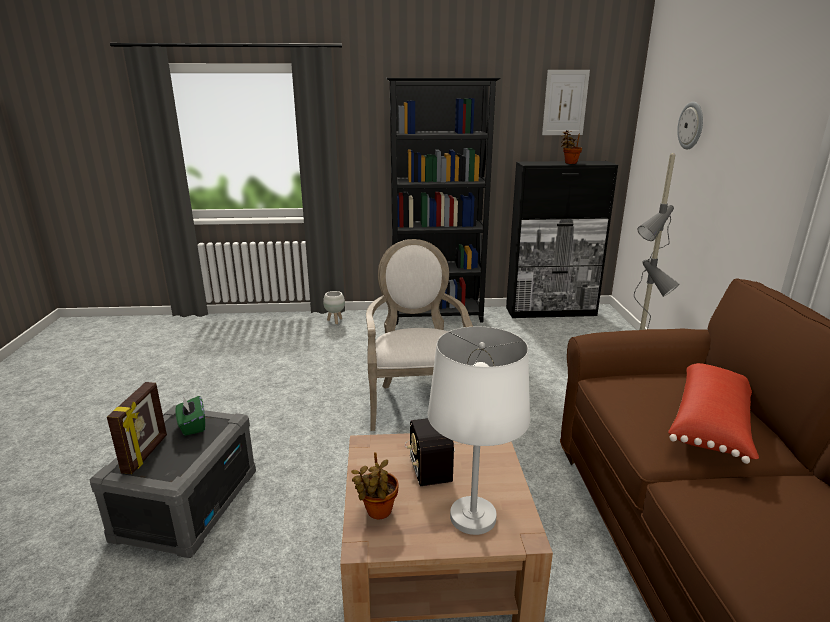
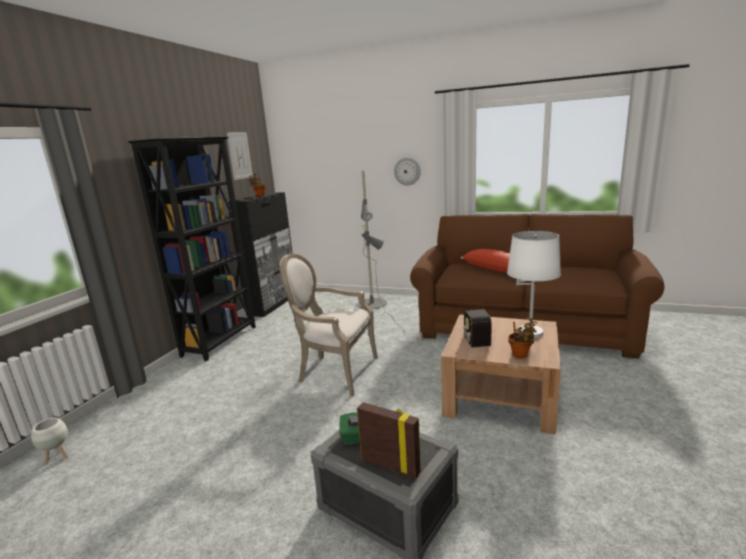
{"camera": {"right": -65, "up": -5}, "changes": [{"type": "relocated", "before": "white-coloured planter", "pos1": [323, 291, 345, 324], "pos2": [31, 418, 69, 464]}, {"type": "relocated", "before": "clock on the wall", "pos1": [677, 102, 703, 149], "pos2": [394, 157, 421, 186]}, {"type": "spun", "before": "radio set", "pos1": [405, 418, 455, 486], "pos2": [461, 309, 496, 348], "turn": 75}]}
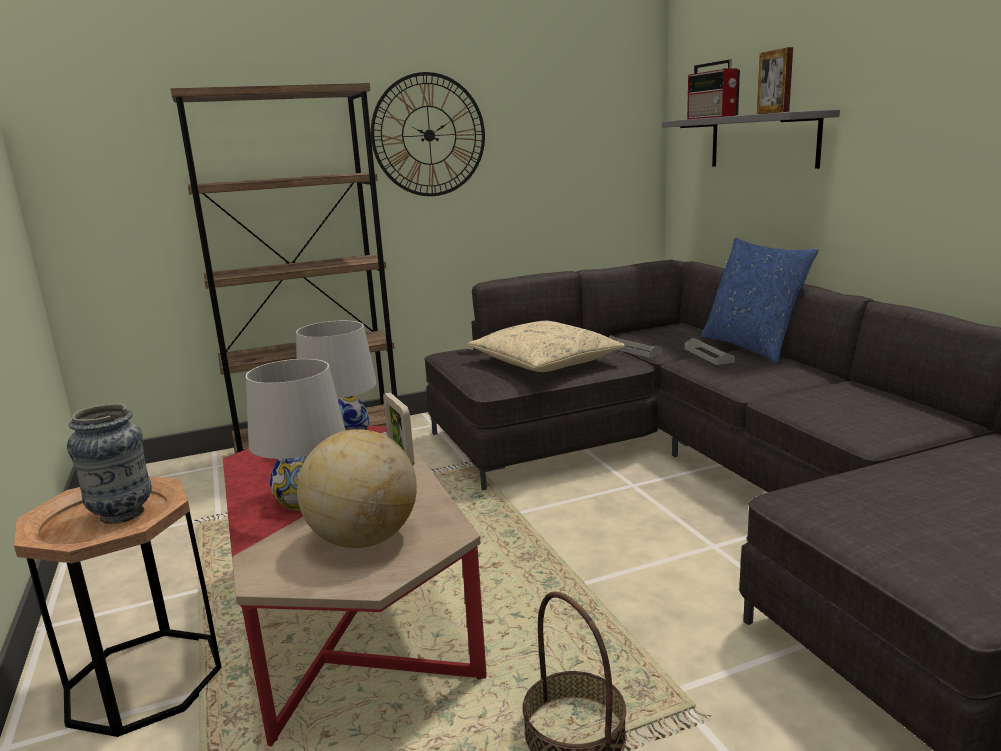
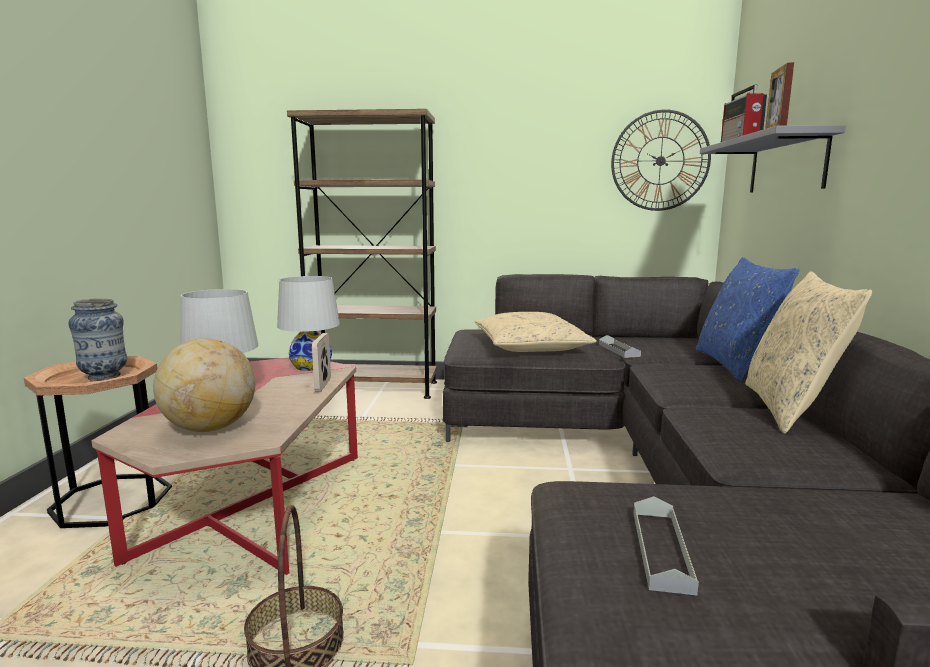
{"camera": {"right": 25, "up": -5}, "changes": [{"type": "relocated", "before": "clock on the wall", "pos1": [371, 72, 485, 196], "pos2": [611, 109, 711, 211]}, {"type": "relocated", "before": "grey carrying tray", "pos1": [685, 338, 735, 365], "pos2": [633, 496, 699, 595]}, {"type": "appeared", "after": "sand-coloured pillow", "pos2": [745, 271, 872, 434]}]}
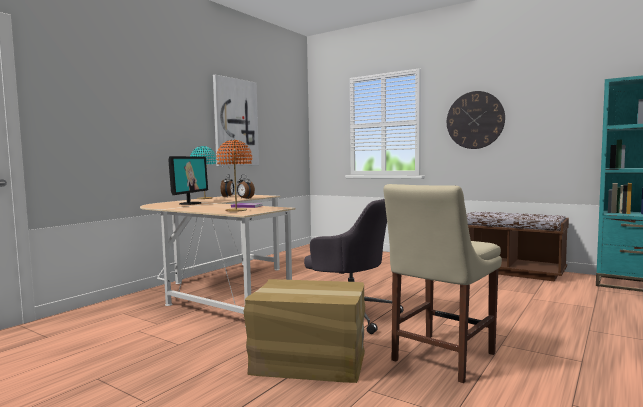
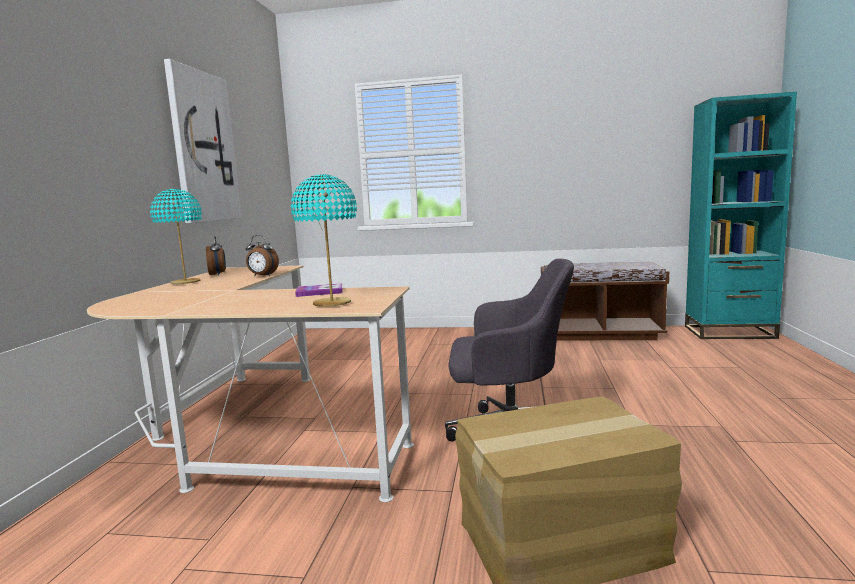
{"camera": {"right": -25, "up": 5}, "changes": [{"type": "colour", "before": "orange table lamp", "after": "turquoise table lamp", "pos1": [216, 140, 252, 212], "pos2": [291, 174, 357, 307]}, {"type": "missing", "before": "computer screen", "pos1": [168, 156, 208, 205]}, {"type": "missing", "before": "sand-coloured chair", "pos1": [384, 184, 502, 383]}, {"type": "missing", "before": "clock on the wall", "pos1": [447, 91, 505, 149]}]}
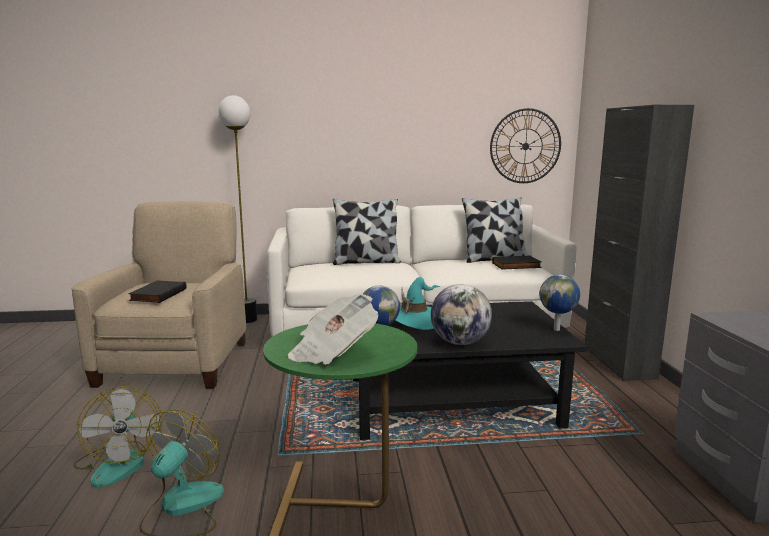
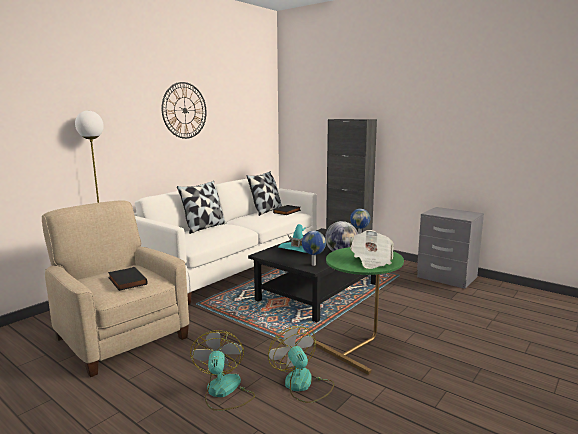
{"camera": {"right": -45, "up": 0}, "changes": [{"type": "relocated", "before": "clock on the wall", "pos1": [490, 108, 561, 183], "pos2": [162, 82, 207, 139]}, {"type": "spun", "before": "fan", "pos1": [73, 386, 163, 488], "pos2": [190, 330, 255, 411], "turn": -120}]}
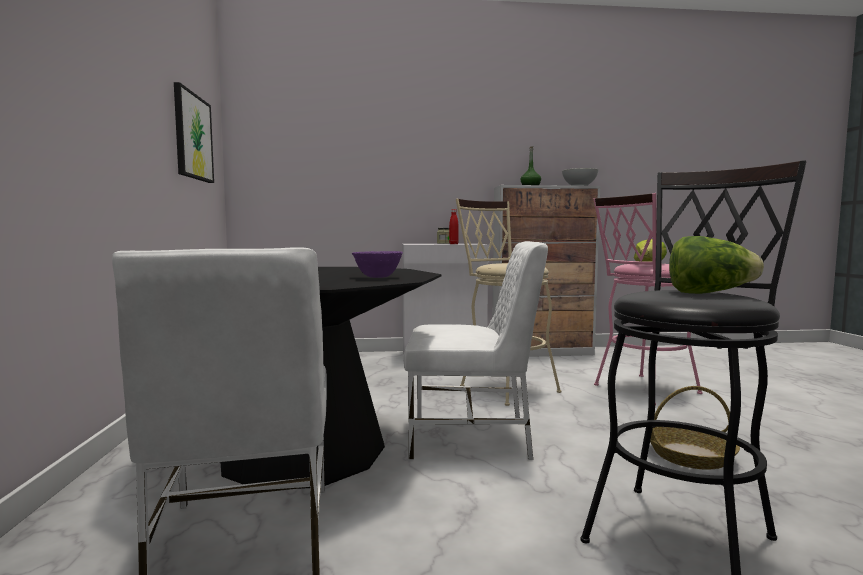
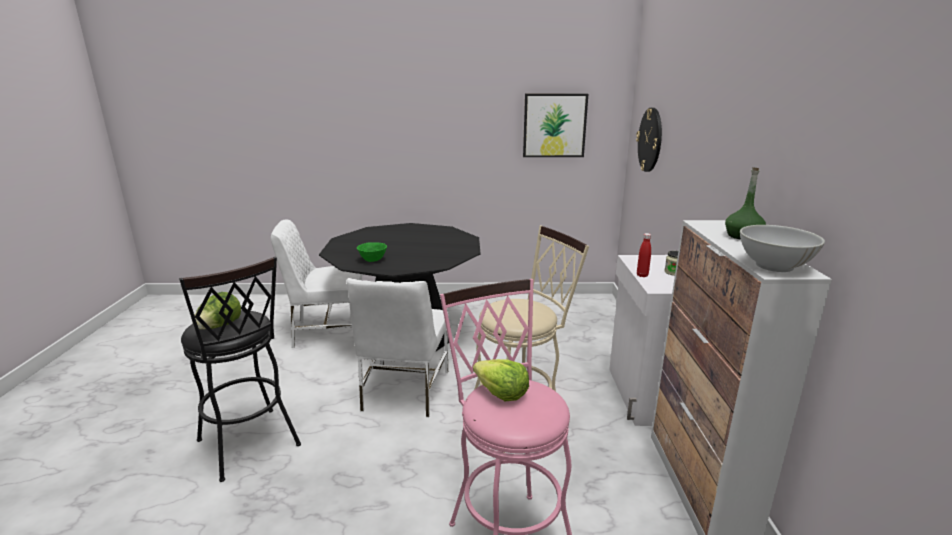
{"camera": {"right": 95, "up": 15}, "changes": [{"type": "colour", "before": "purple-coloured deep dish", "after": "green deep dish", "pos1": [352, 251, 403, 278], "pos2": [357, 242, 387, 262]}, {"type": "appeared", "after": "clock on the wall", "pos2": [636, 108, 662, 172]}, {"type": "missing", "before": "storage basket", "pos1": [650, 386, 740, 469]}]}
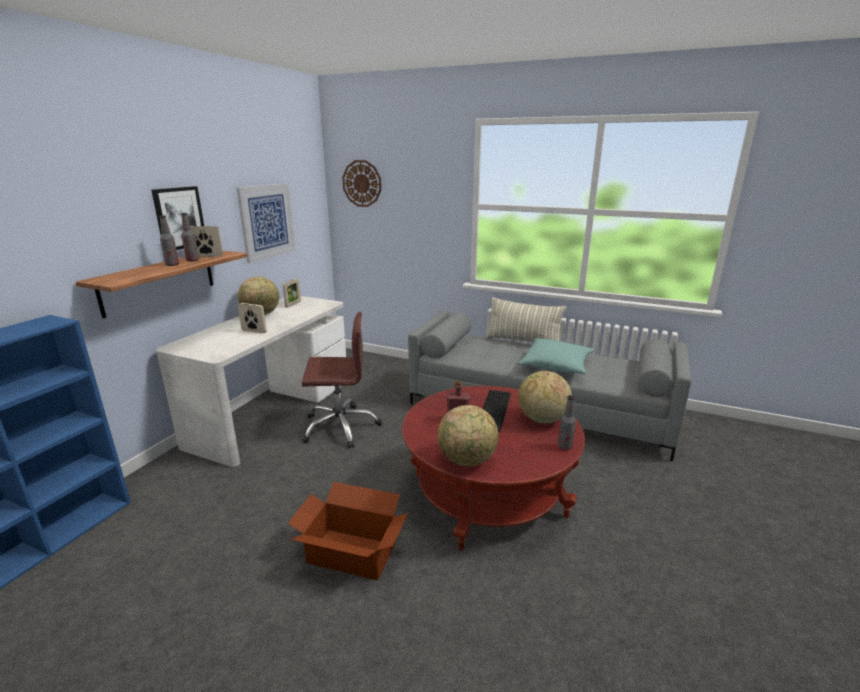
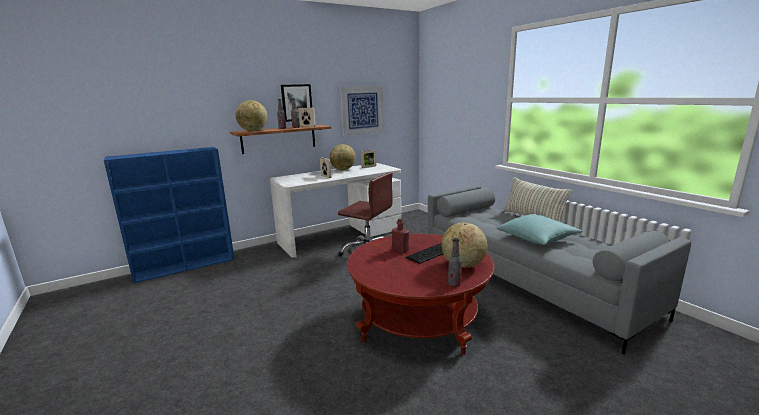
{"camera": {"right": 35, "up": -5}, "changes": [{"type": "relocated", "before": "globe", "pos1": [438, 405, 498, 466], "pos2": [236, 100, 267, 131]}, {"type": "missing", "before": "packing box", "pos1": [288, 482, 408, 580]}, {"type": "missing", "before": "clock on the wall", "pos1": [342, 160, 381, 207]}]}
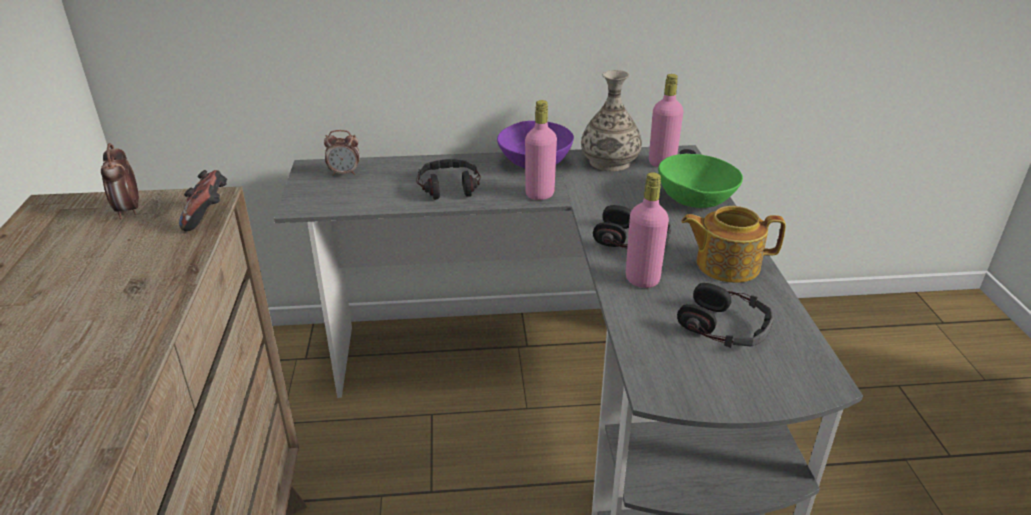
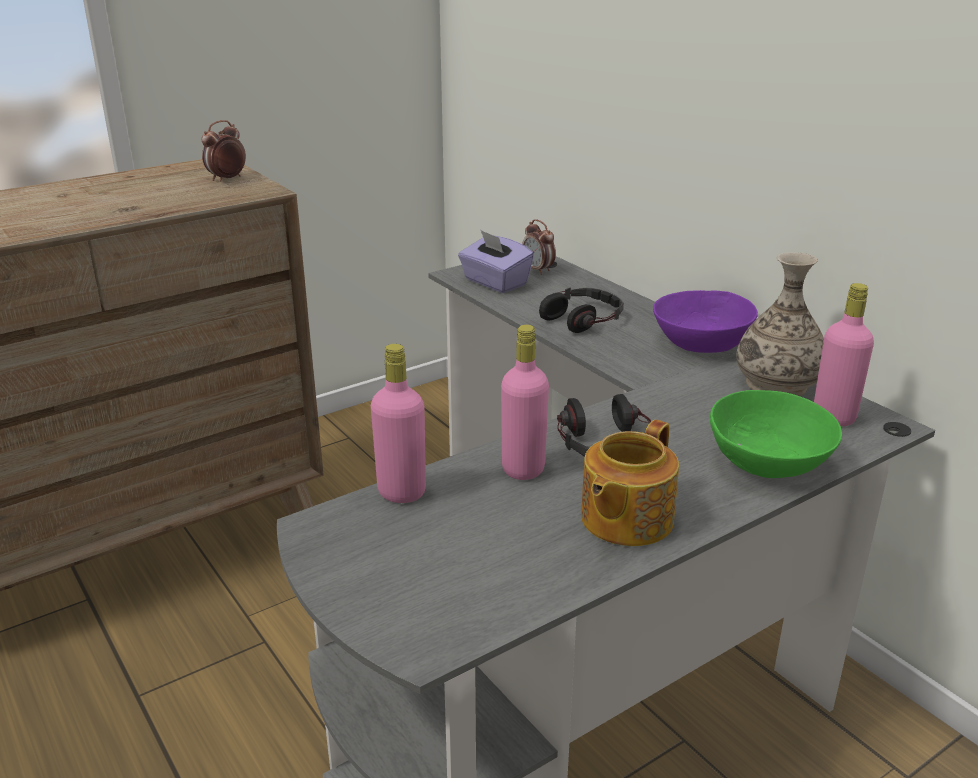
{"camera": {"right": 60, "up": -5}, "changes": [{"type": "relocated", "before": "pink-coloured beverage bottle", "pos1": [525, 100, 557, 200], "pos2": [371, 344, 426, 503]}, {"type": "appeared", "after": "purple-coloured tissue box", "pos2": [458, 230, 534, 293]}, {"type": "spun", "before": "tea pot", "pos1": [682, 206, 786, 283], "pos2": [581, 420, 679, 546], "turn": -120}, {"type": "missing", "before": "joypad", "pos1": [179, 170, 227, 231]}, {"type": "missing", "before": "pair of headphones", "pos1": [677, 283, 774, 348]}]}
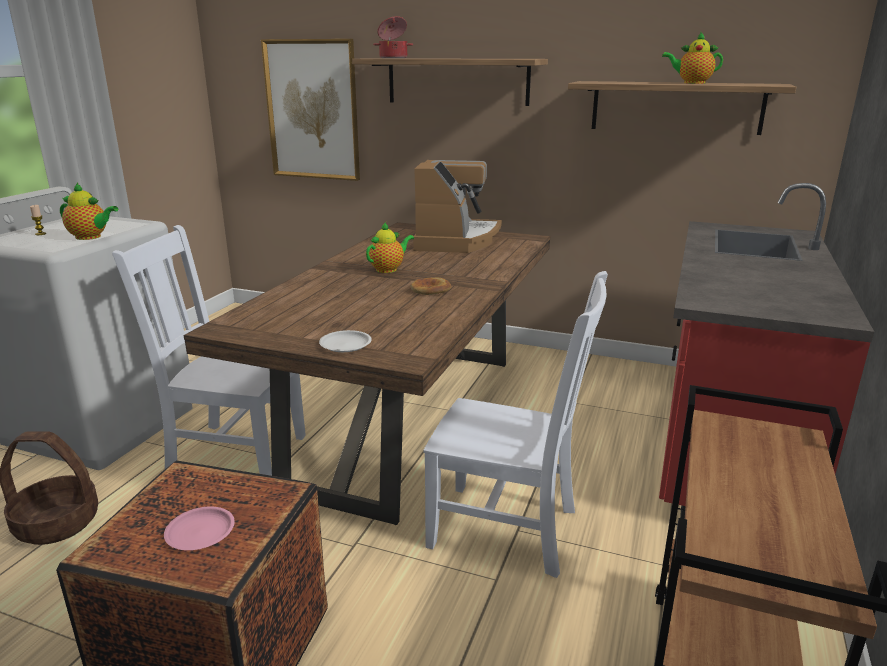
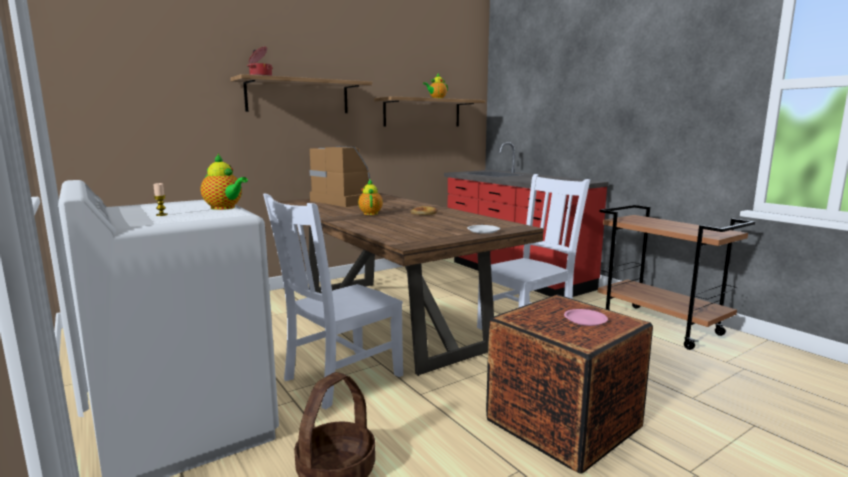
{"camera": {"right": -55, "up": -10}, "changes": [{"type": "spun", "before": "tea pot", "pos1": [60, 183, 118, 240], "pos2": [201, 154, 248, 210], "turn": 75}, {"type": "missing", "before": "wall art", "pos1": [261, 39, 360, 181]}]}
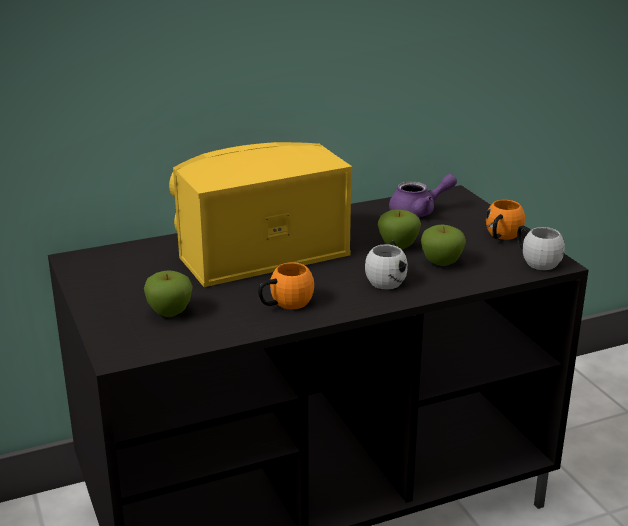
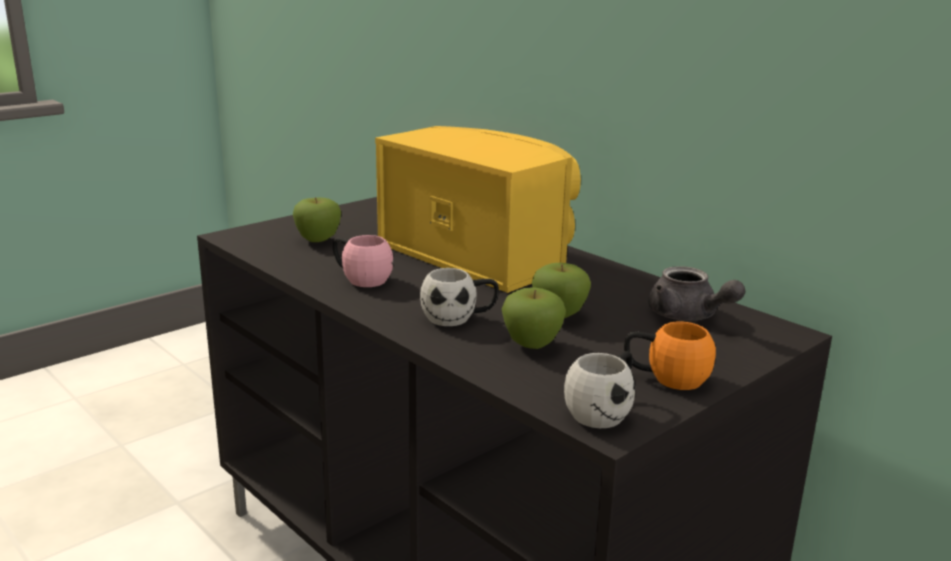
{"camera": {"right": 70, "up": -5}, "changes": [{"type": "colour", "before": "orange mug", "after": "pink-coloured mug", "pos1": [258, 262, 314, 309], "pos2": [333, 235, 393, 287]}, {"type": "colour", "before": "purple-coloured tea pot", "after": "grey tea pot", "pos1": [389, 174, 457, 217], "pos2": [648, 266, 745, 321]}]}
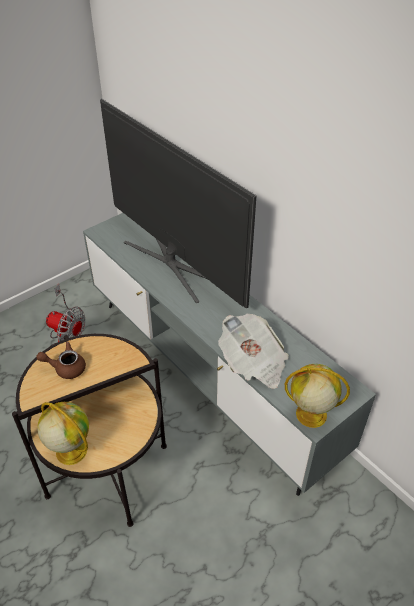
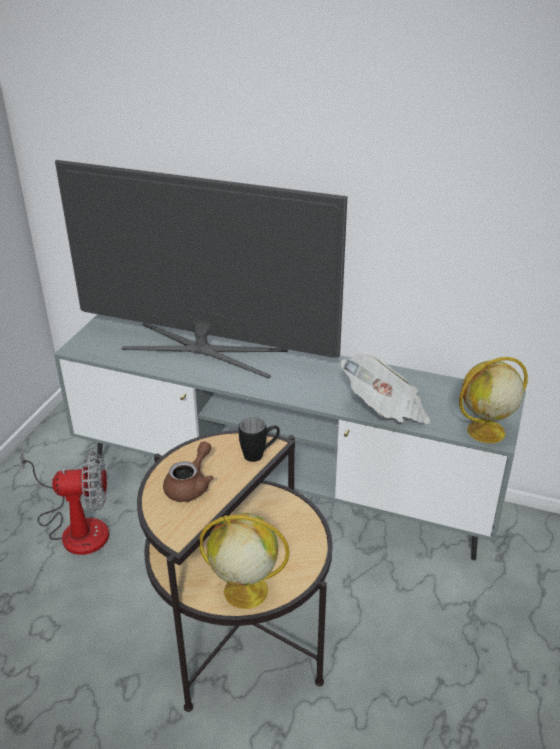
{"camera": {"right": -30, "up": -10}, "changes": [{"type": "spun", "before": "brownish tea pot", "pos1": [36, 342, 86, 379], "pos2": [163, 441, 214, 502], "turn": 150}, {"type": "appeared", "after": "black-coloured mug", "pos2": [239, 417, 280, 462]}]}
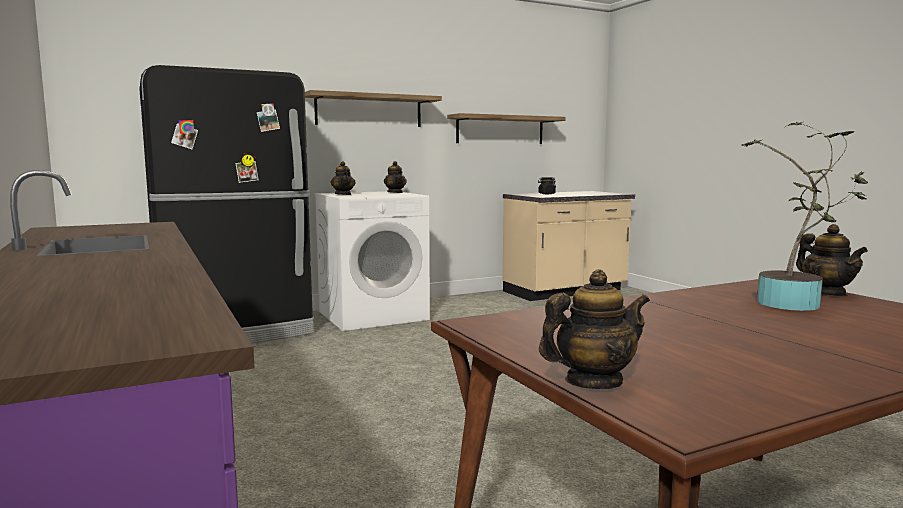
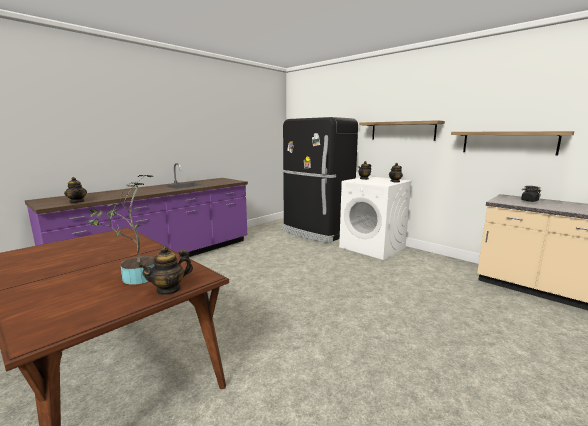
{"camera": {"right": 70, "up": 5}, "changes": [{"type": "relocated", "before": "tea pot", "pos1": [539, 269, 650, 389], "pos2": [64, 177, 87, 203]}]}
